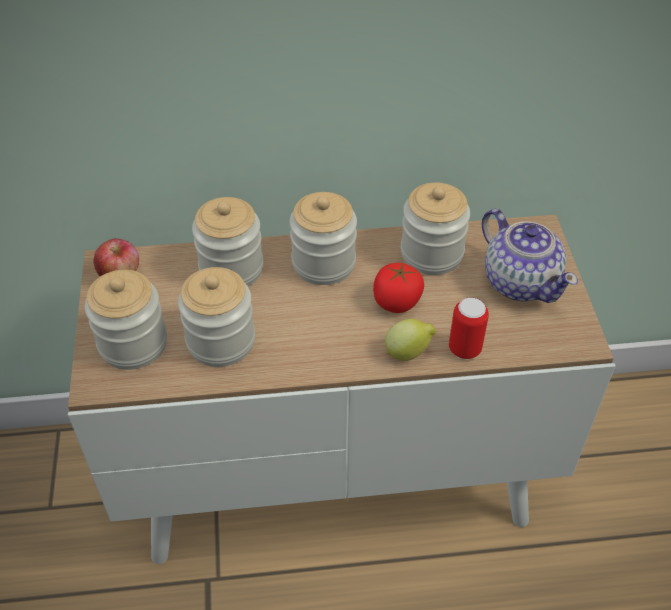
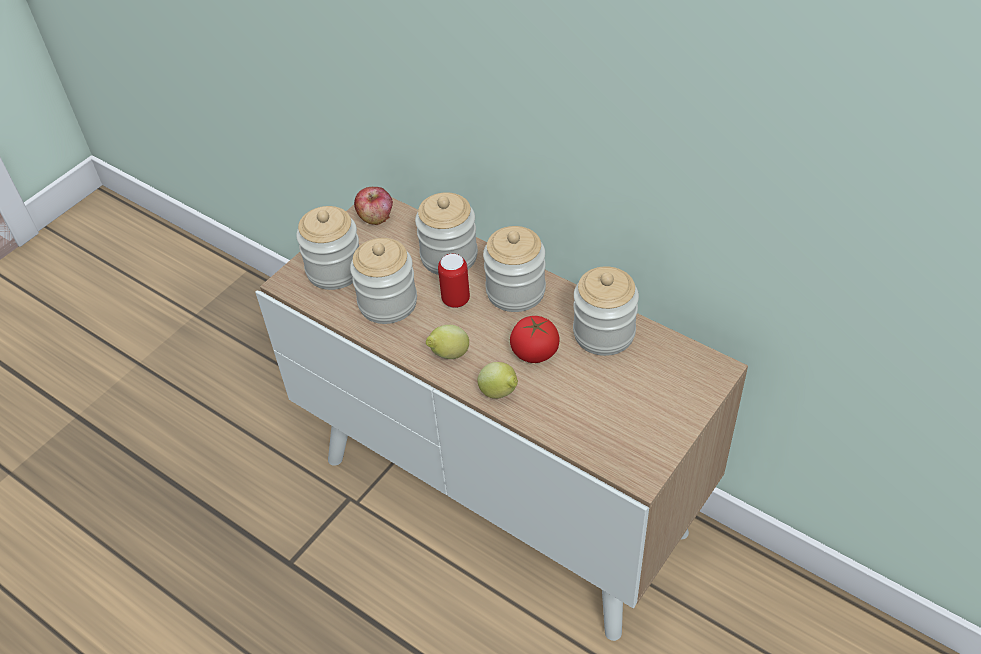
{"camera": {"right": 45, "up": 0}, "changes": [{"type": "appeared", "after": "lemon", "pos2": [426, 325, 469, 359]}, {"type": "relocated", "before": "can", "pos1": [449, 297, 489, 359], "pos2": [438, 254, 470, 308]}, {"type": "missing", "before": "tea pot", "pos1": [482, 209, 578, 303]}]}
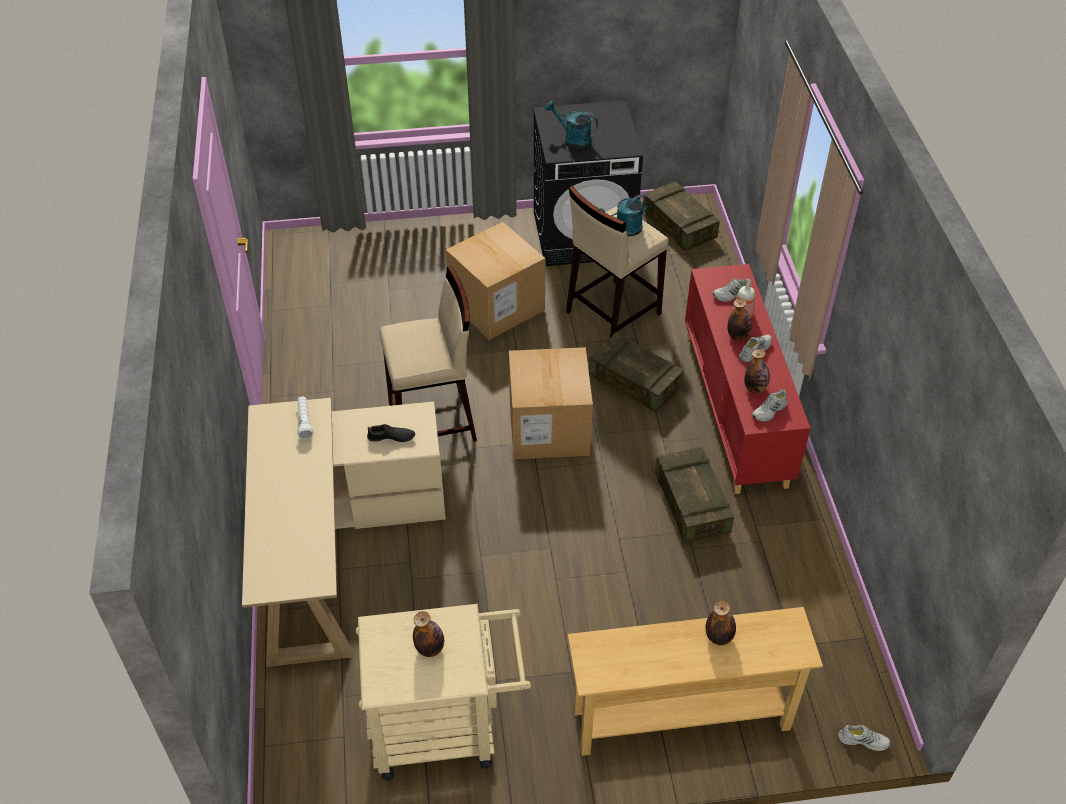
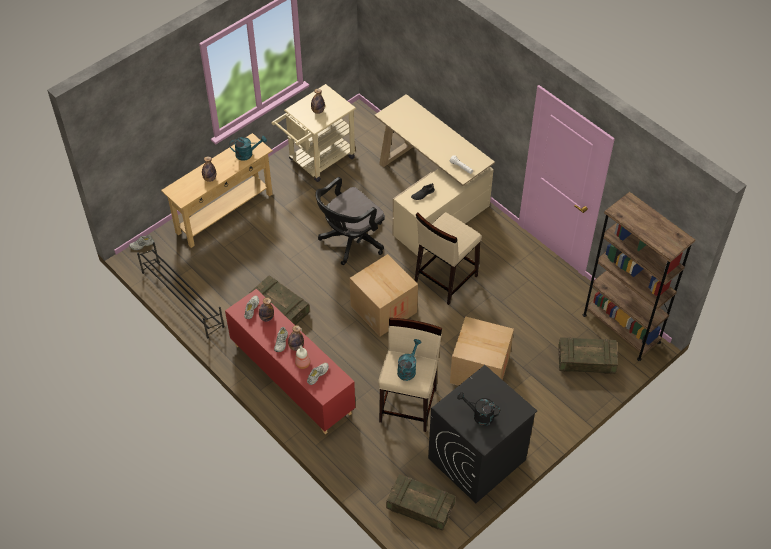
{"camera": {"right": 145, "up": 5}, "changes": [{"type": "appeared", "after": "black-coloured shoe stand", "pos2": [137, 242, 224, 339]}, {"type": "relocated", "before": "turquoise sprinkling can", "pos1": [545, 101, 598, 148], "pos2": [230, 136, 267, 161]}, {"type": "appeared", "after": "black-coloured desk chair", "pos2": [315, 177, 385, 265]}, {"type": "appeared", "after": "black-coloured sprinkling can", "pos2": [457, 392, 500, 426]}, {"type": "relocated", "before": "packing crate", "pos1": [589, 333, 684, 412], "pos2": [558, 337, 618, 374]}, {"type": "appeared", "after": "brownish shelving unit", "pos2": [583, 192, 695, 361]}]}
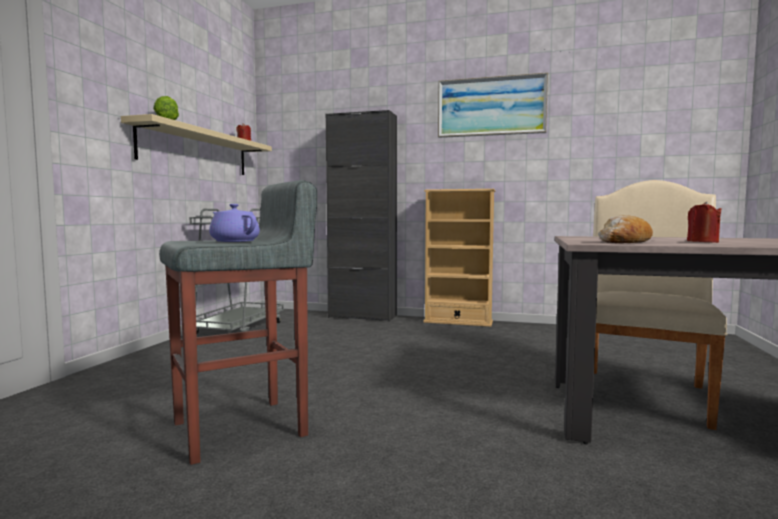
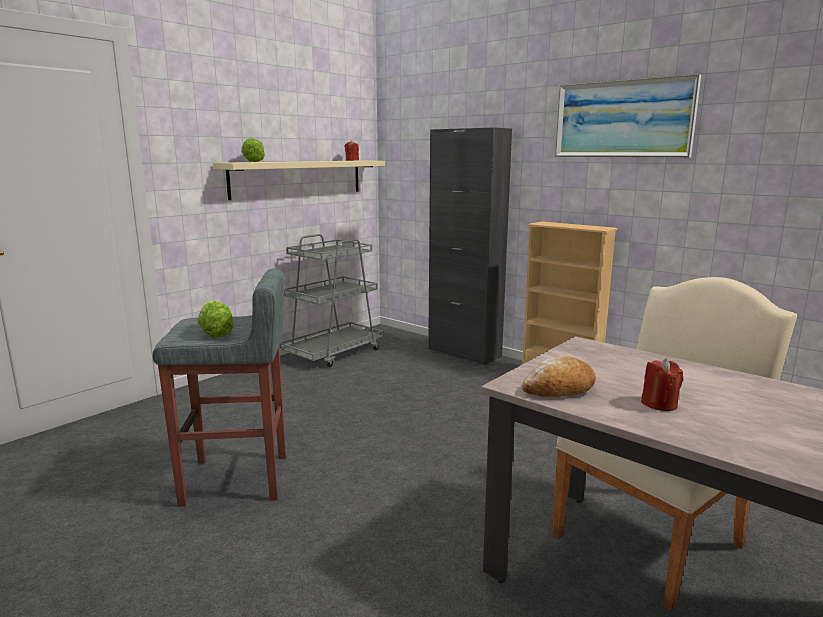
{"camera": {"right": 25, "up": 10}, "changes": [{"type": "exchanged", "before": "purple-coloured tea pot", "after": "lettuce head", "pos1": [209, 204, 260, 242], "pos2": [198, 300, 234, 337]}]}
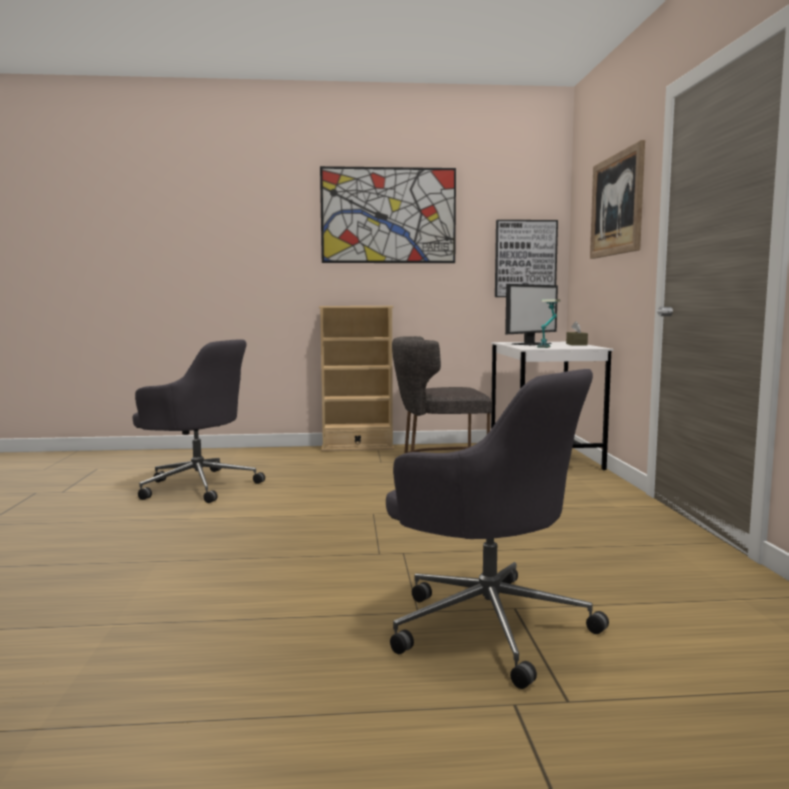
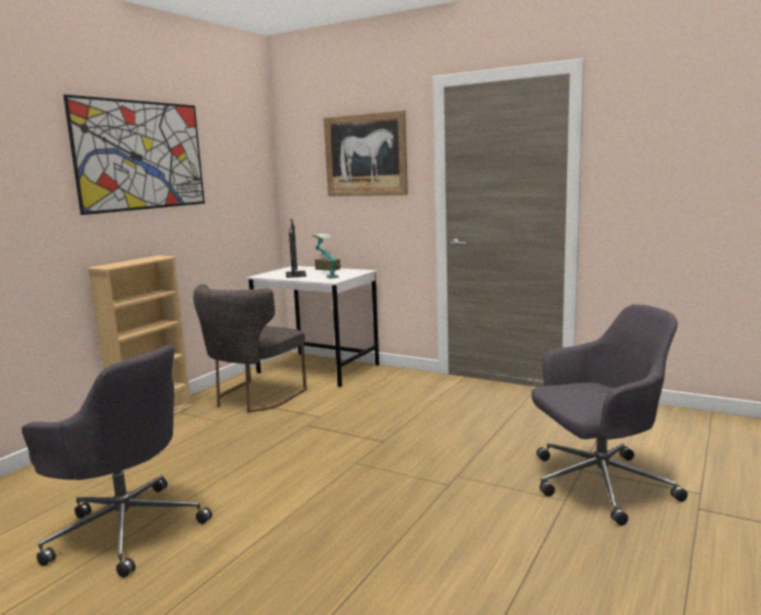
{"camera": {"right": -55, "up": 5}, "changes": [{"type": "spun", "before": "grey desk chair", "pos1": [133, 339, 265, 503], "pos2": [22, 345, 212, 578], "turn": 60}, {"type": "missing", "before": "wall art", "pos1": [495, 220, 558, 297]}]}
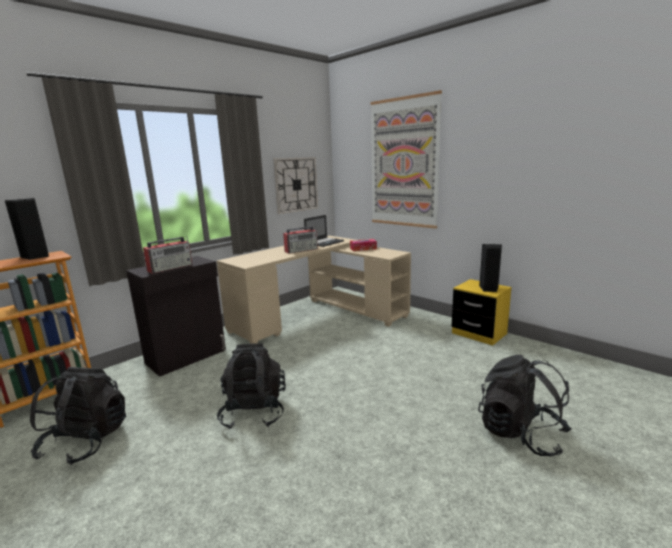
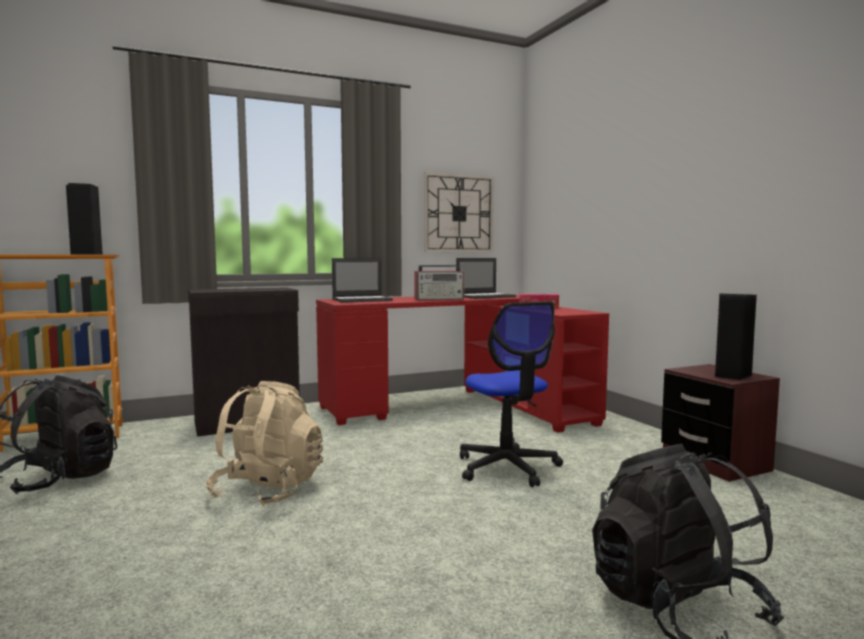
{"camera": {"right": 20, "up": -10}, "changes": [{"type": "colour", "before": "black-coloured knapsack", "after": "sand-coloured knapsack", "pos1": [217, 343, 286, 430], "pos2": [206, 381, 323, 507]}, {"type": "colour", "before": "sand-coloured desk unit", "after": "reddish desk unit", "pos1": [217, 236, 411, 344], "pos2": [316, 295, 609, 433]}, {"type": "appeared", "after": "notebook computer", "pos2": [332, 258, 393, 303]}, {"type": "appeared", "after": "desk chair", "pos2": [460, 301, 563, 487]}, {"type": "colour", "before": "yellow night table", "after": "brownish night table", "pos1": [452, 279, 512, 345], "pos2": [661, 364, 780, 482]}, {"type": "missing", "before": "radio set", "pos1": [143, 236, 193, 274]}, {"type": "missing", "before": "wall art", "pos1": [371, 90, 442, 229]}]}
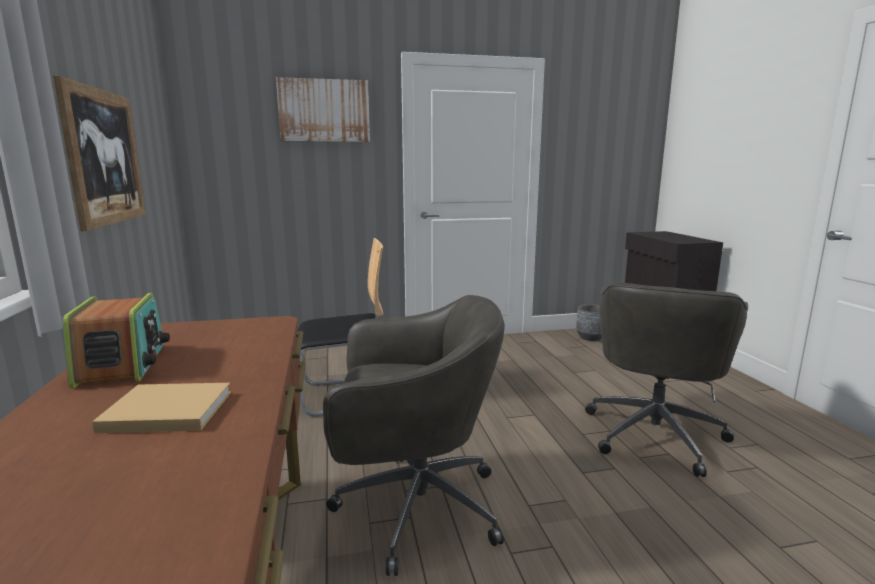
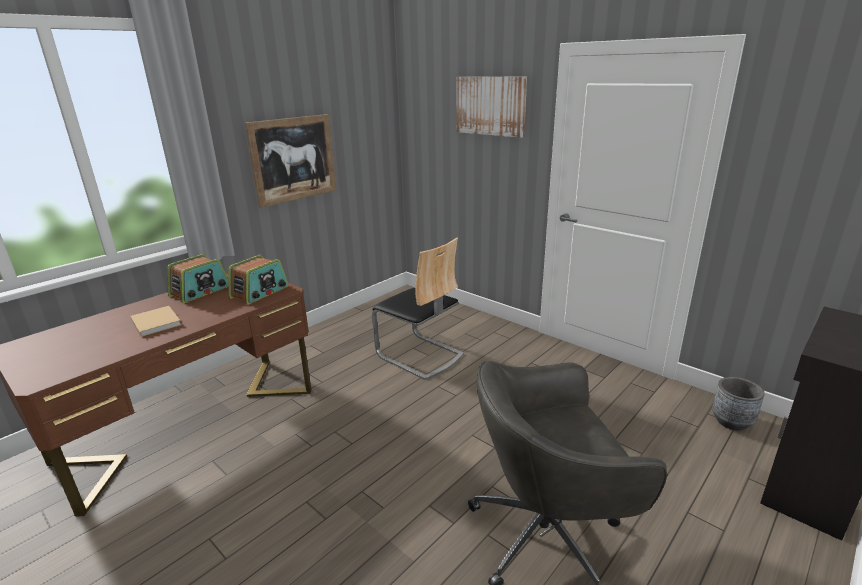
{"camera": {"right": 55, "up": 10}, "changes": [{"type": "appeared", "after": "radio set", "pos2": [229, 255, 288, 304]}, {"type": "missing", "before": "grey desk chair", "pos1": [323, 295, 505, 576]}]}
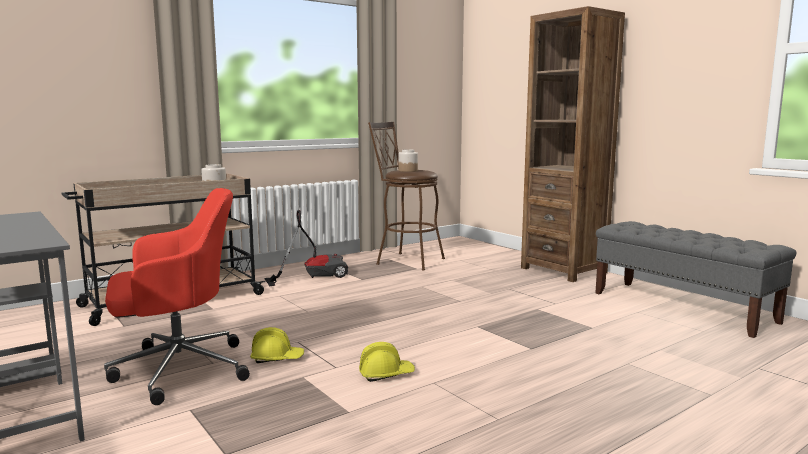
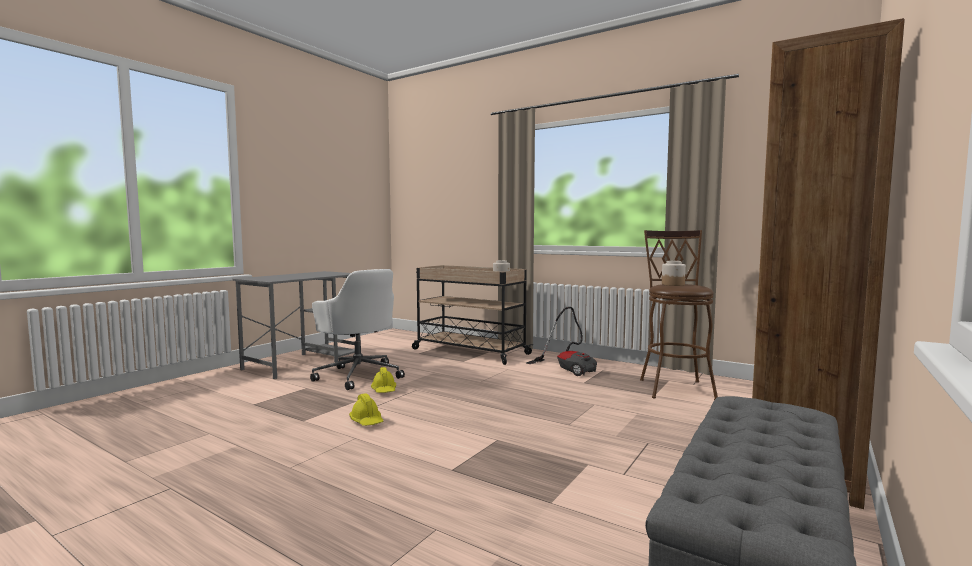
{"camera": {"right": 70, "up": -5}, "changes": [{"type": "colour", "before": "reddish desk chair", "after": "white-coloured desk chair", "pos1": [104, 188, 250, 405], "pos2": [310, 269, 405, 390]}]}
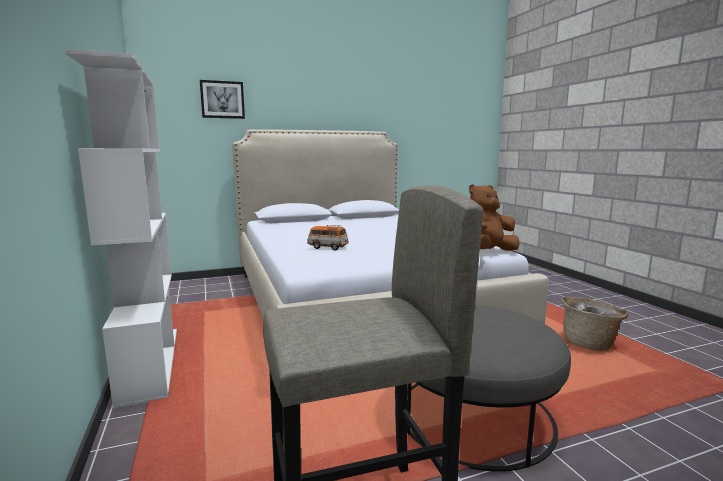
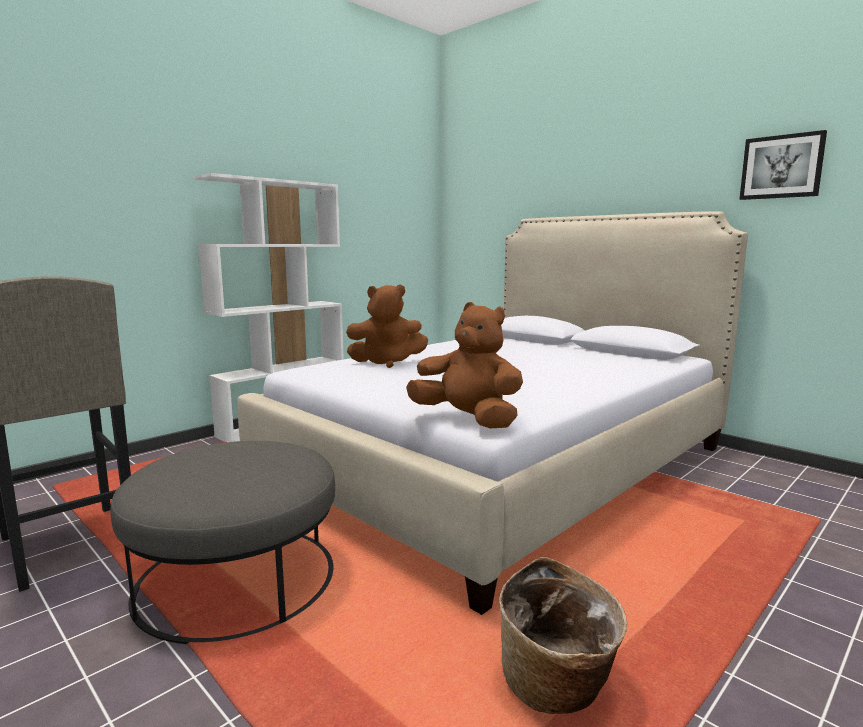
{"camera": {"right": 65, "up": 0}, "changes": [{"type": "exchanged", "before": "toy car", "after": "brownish plush toy", "pos1": [307, 225, 349, 251], "pos2": [346, 284, 428, 368]}, {"type": "relocated", "before": "wall art", "pos1": [200, 80, 245, 119], "pos2": [739, 130, 827, 200]}]}
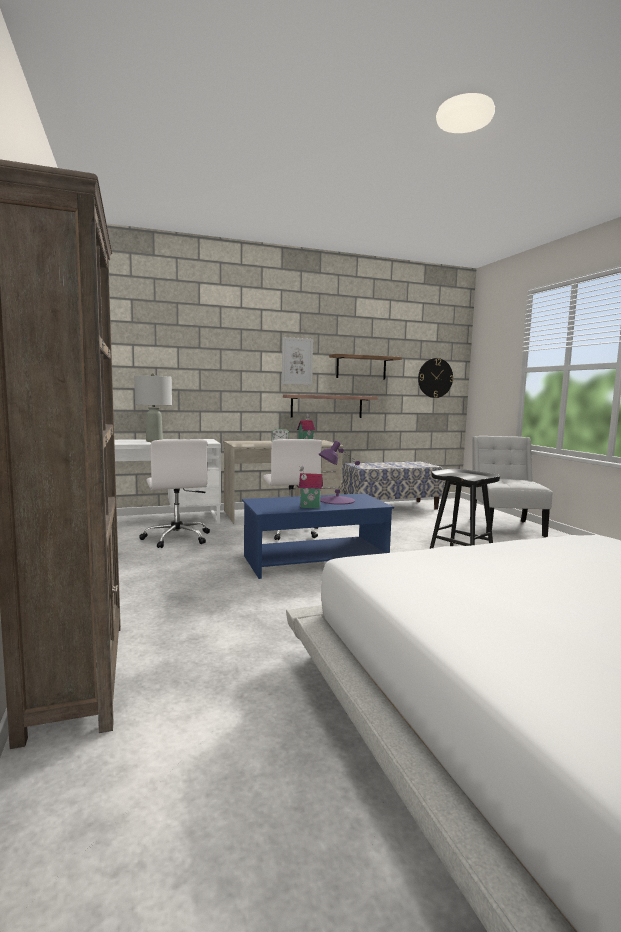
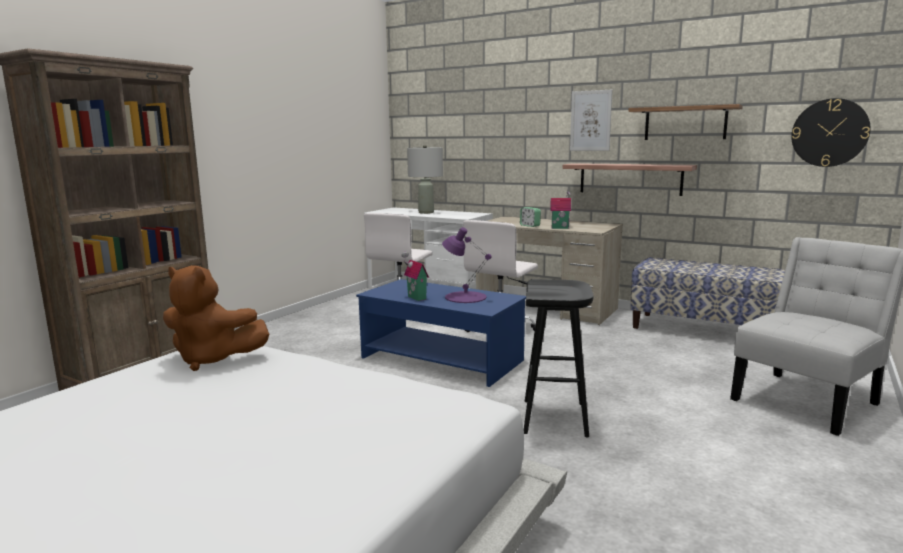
{"camera": {"right": 50, "up": 5}, "changes": [{"type": "appeared", "after": "brownish plush toy", "pos2": [163, 265, 269, 371]}]}
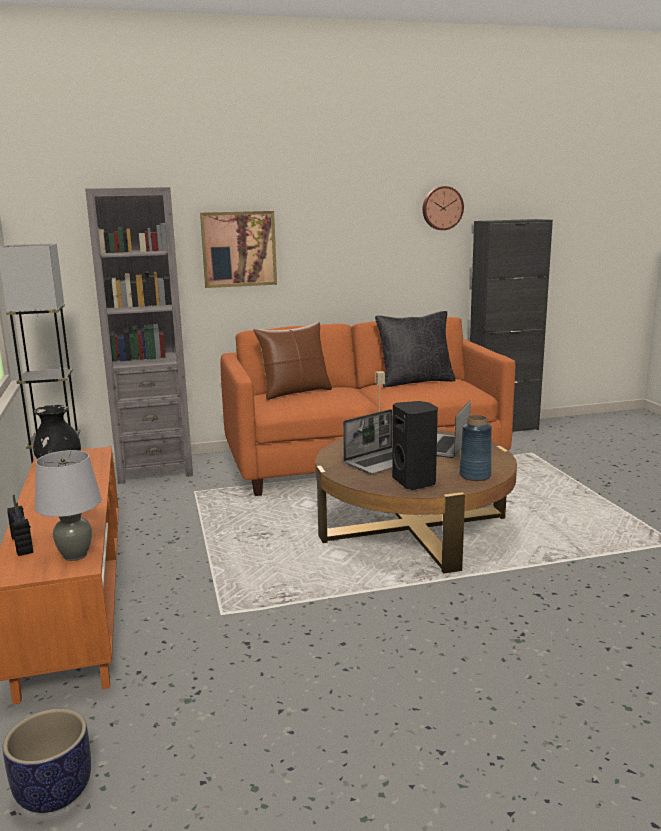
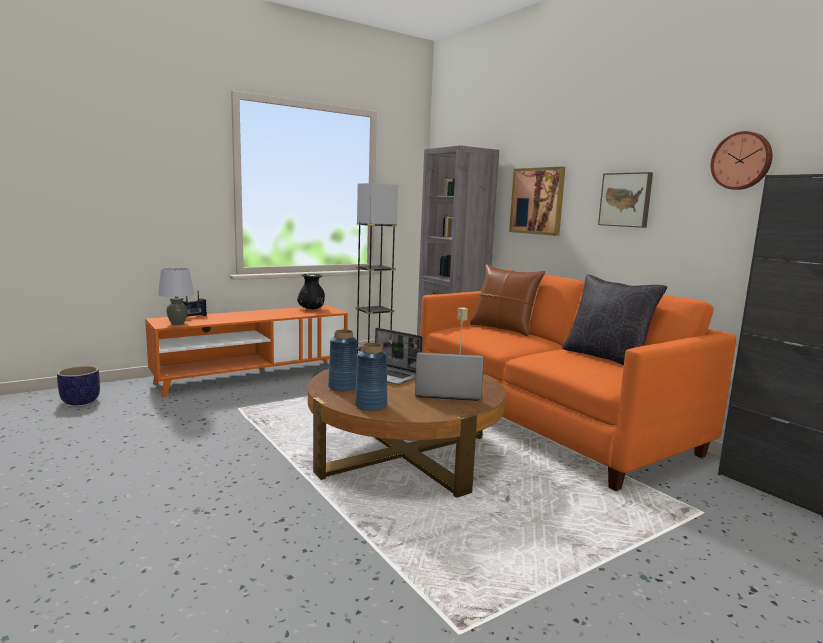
{"camera": {"right": 70, "up": -5}, "changes": [{"type": "exchanged", "before": "black-coloured audio speaker", "after": "blue flower vase", "pos1": [392, 401, 438, 490], "pos2": [328, 330, 357, 392]}, {"type": "appeared", "after": "wall art", "pos2": [598, 172, 653, 228]}]}
